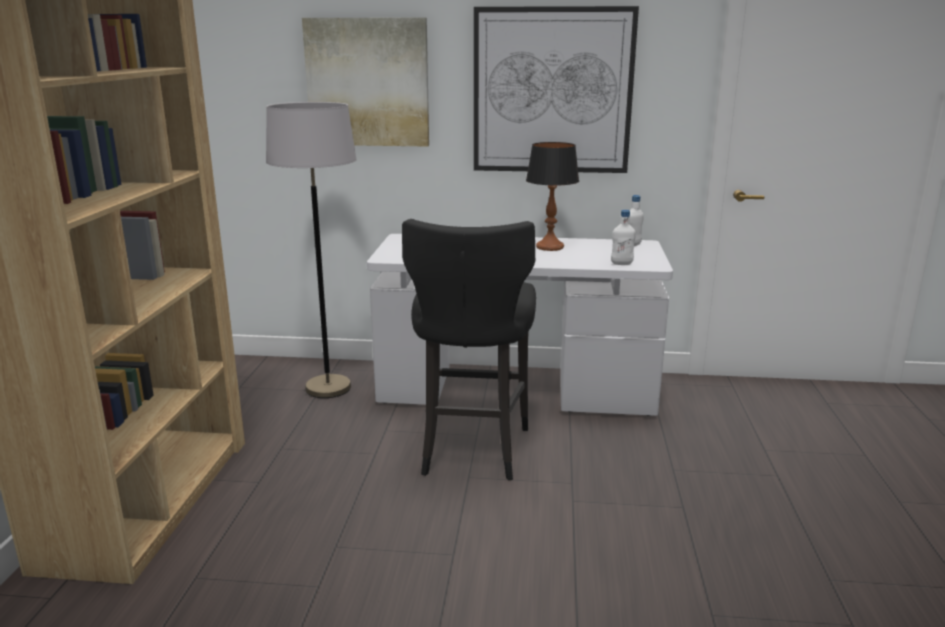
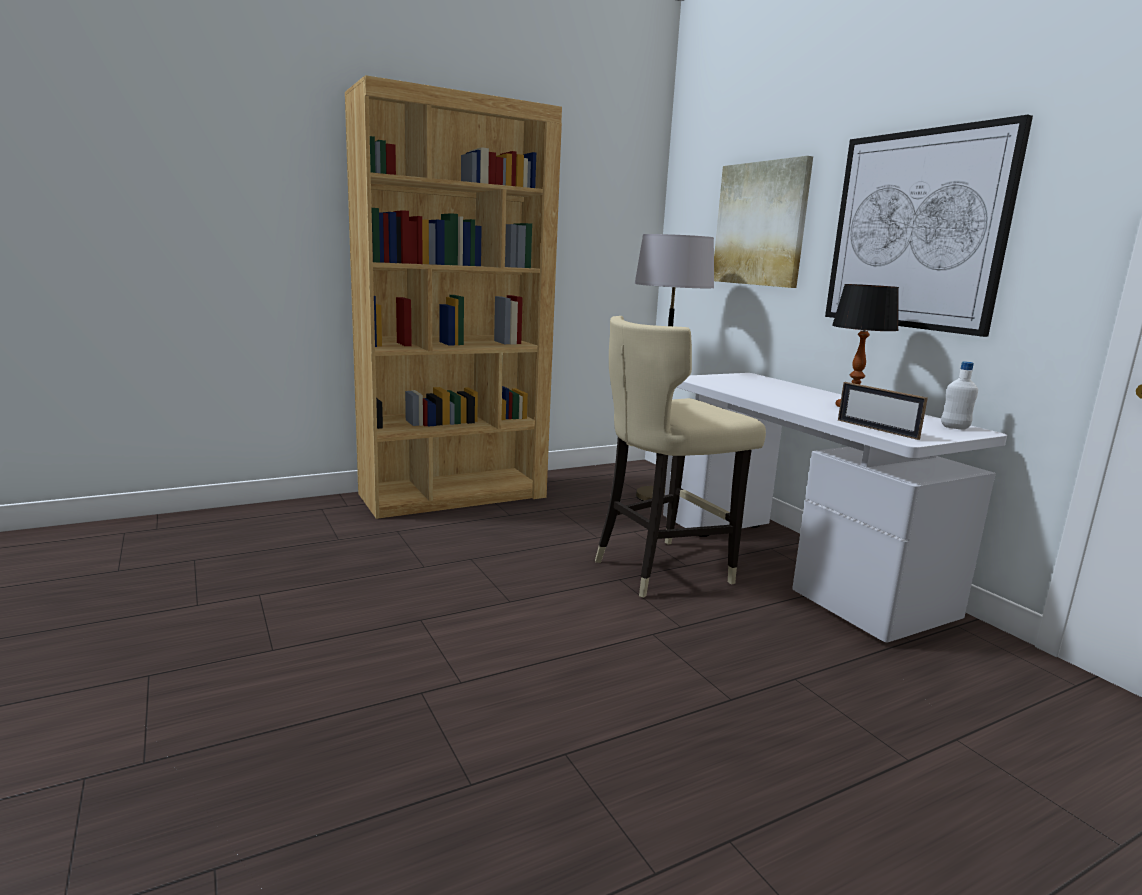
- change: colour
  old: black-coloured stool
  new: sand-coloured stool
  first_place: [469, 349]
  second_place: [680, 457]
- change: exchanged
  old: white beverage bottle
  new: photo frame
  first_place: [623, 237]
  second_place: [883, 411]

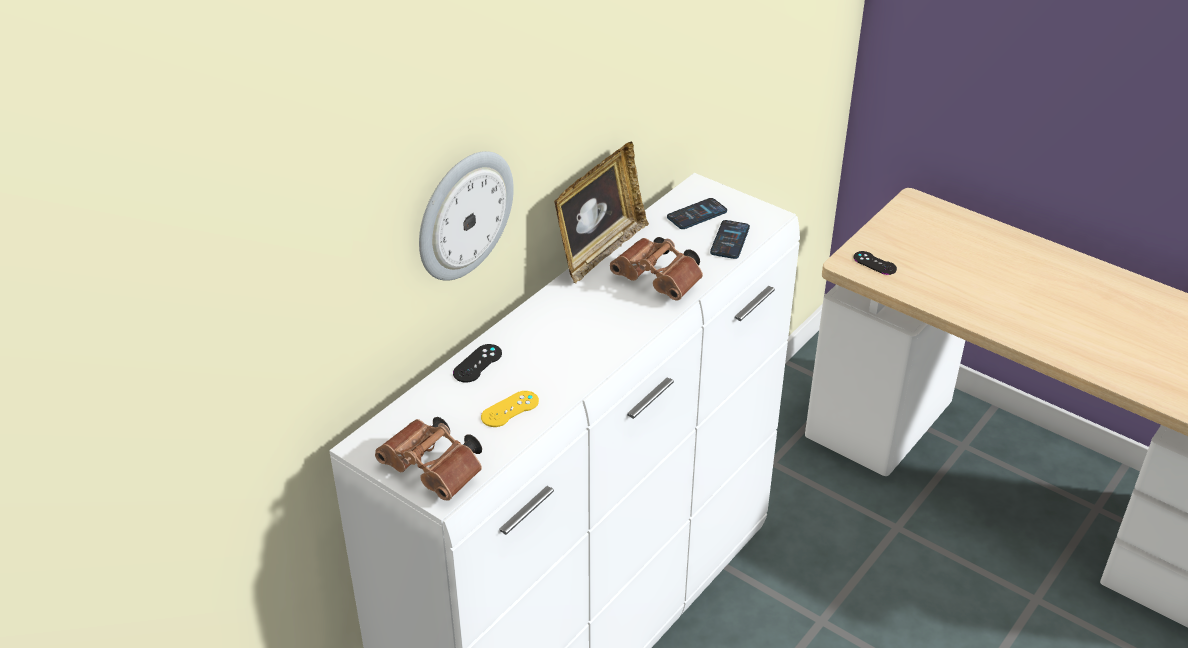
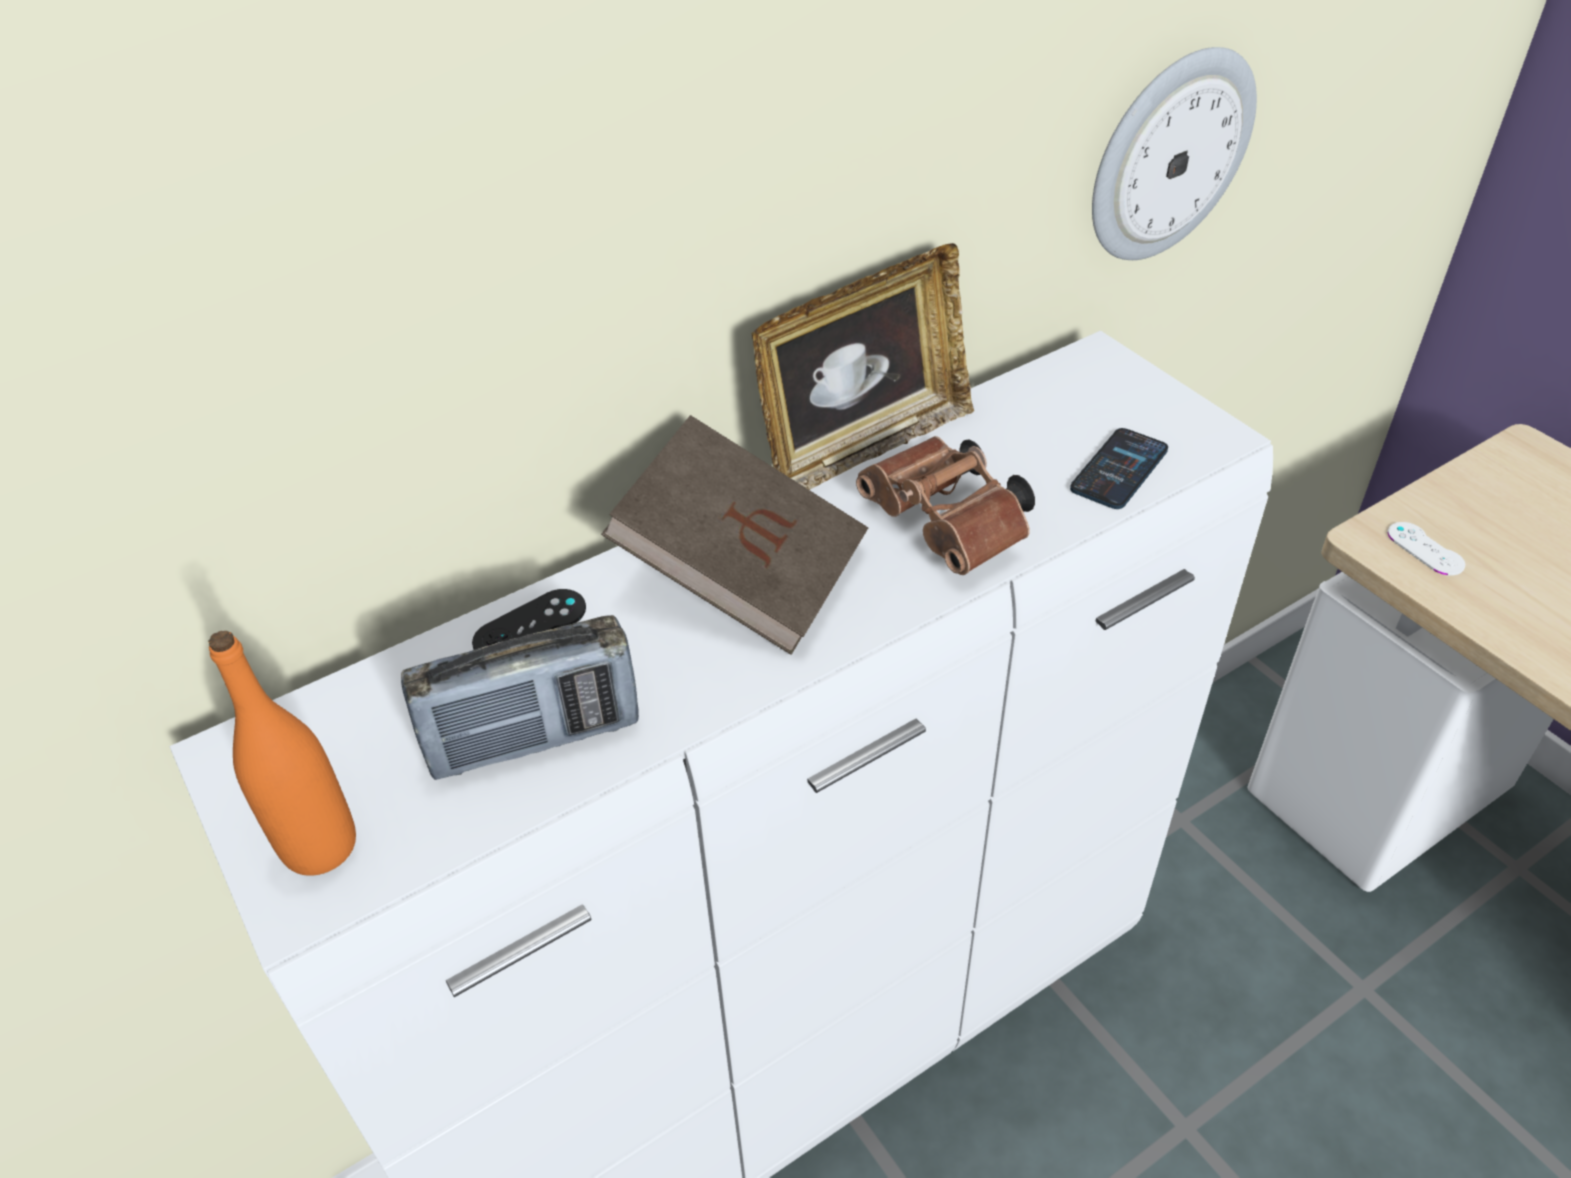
- change: exchanged
  old: brown binoculars
  new: orangey beverage bottle
  first_place: [428, 458]
  second_place: [282, 753]
- change: relocated
  old: wall clock
  first_place: [466, 216]
  second_place: [1174, 153]
- change: exchanged
  old: yellow-coloured joypad
  new: radio receiver
  first_place: [510, 409]
  second_place: [520, 697]
- change: missing
  old: phone
  first_place: [697, 213]
- change: colour
  old: black-coloured joypad
  new: white joypad
  first_place: [875, 263]
  second_place: [1426, 549]
- change: appeared
  new: brown book
  second_place: [734, 535]

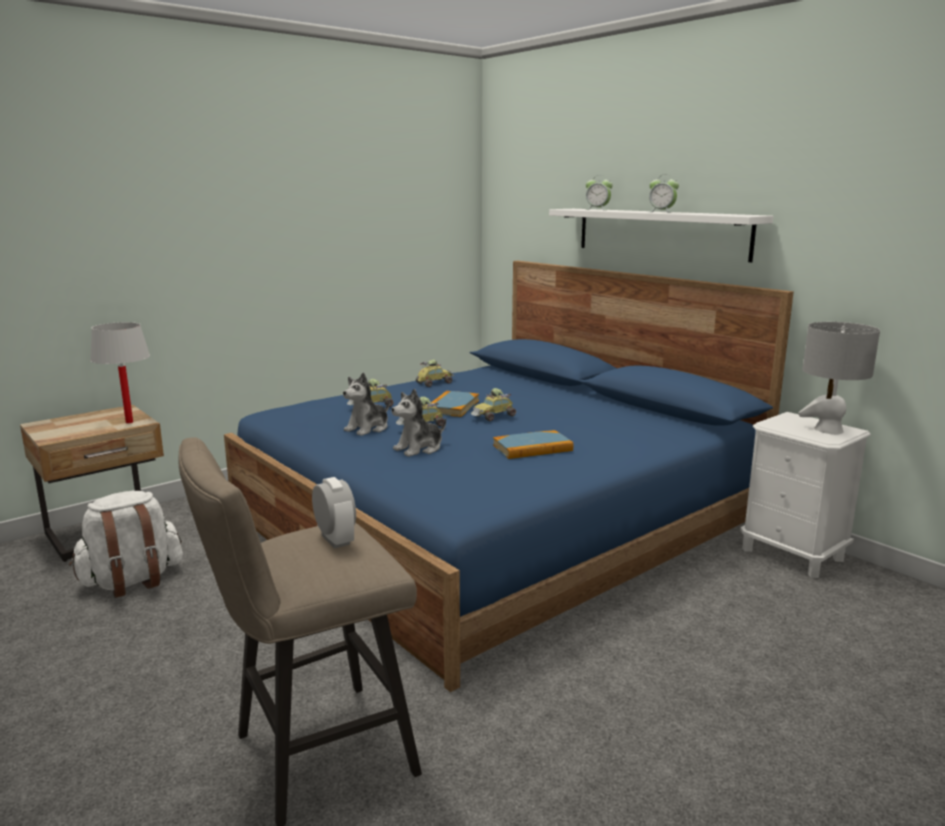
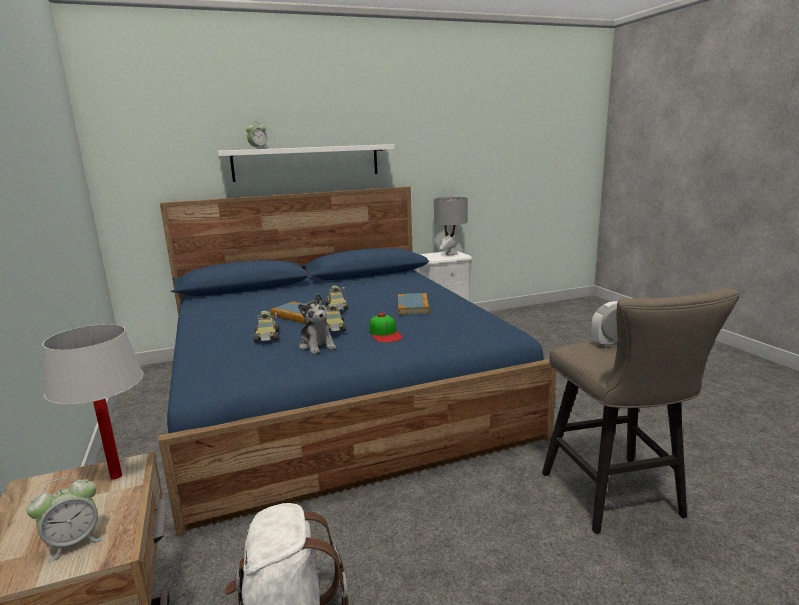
- change: exchanged
  old: soft toy
  new: cap
  first_place: [419, 423]
  second_place: [386, 328]
- change: missing
  old: miniature car
  first_place: [435, 373]
- change: relocated
  old: table clock
  first_place: [664, 193]
  second_place: [65, 520]

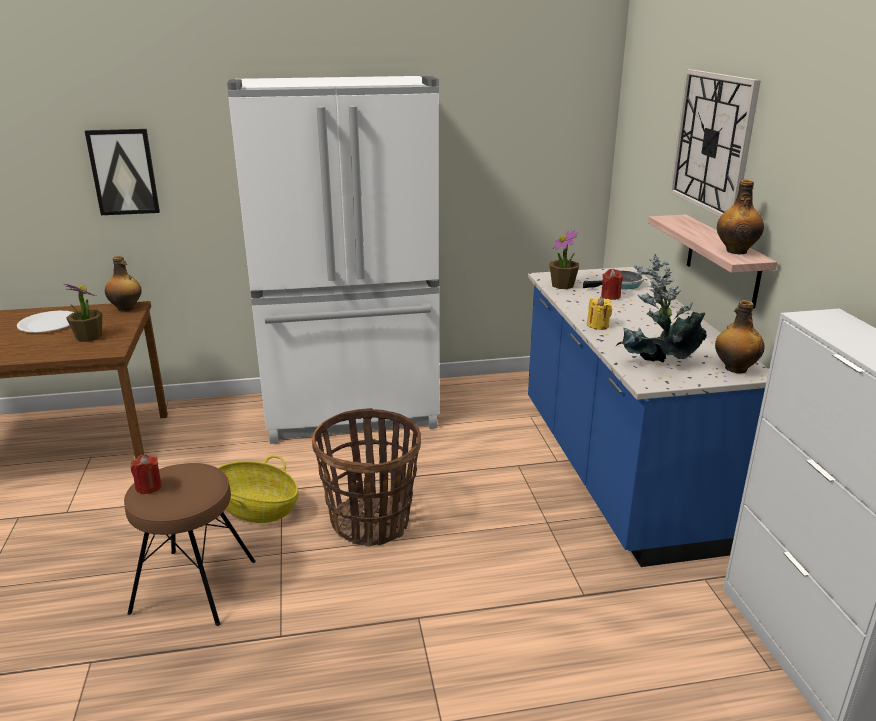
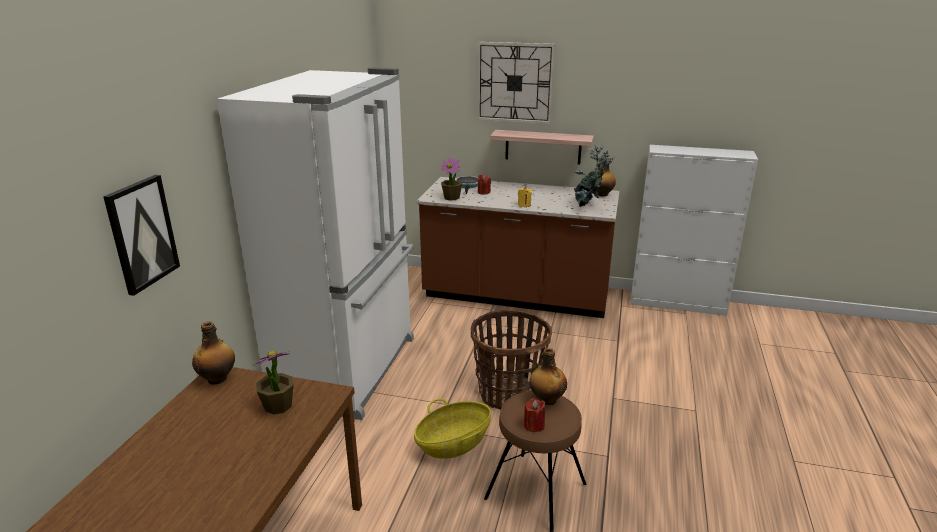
- change: missing
  old: white flat dish
  first_place: [45, 322]
- change: colour
  old: bluish kitchen base unit
  new: brown kitchen base unit
  first_place: [648, 417]
  second_place: [518, 247]
- change: relocated
  old: beverage bottle
  first_place: [740, 217]
  second_place: [548, 376]

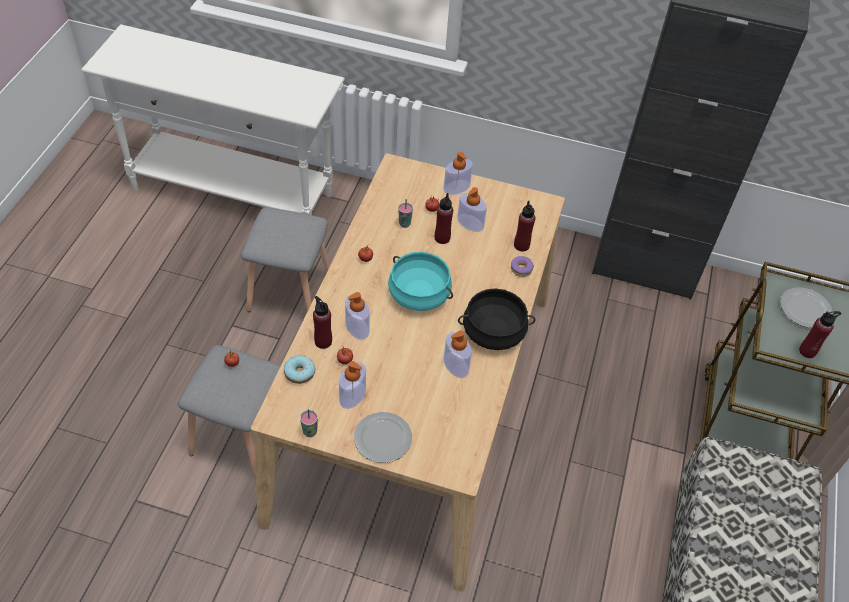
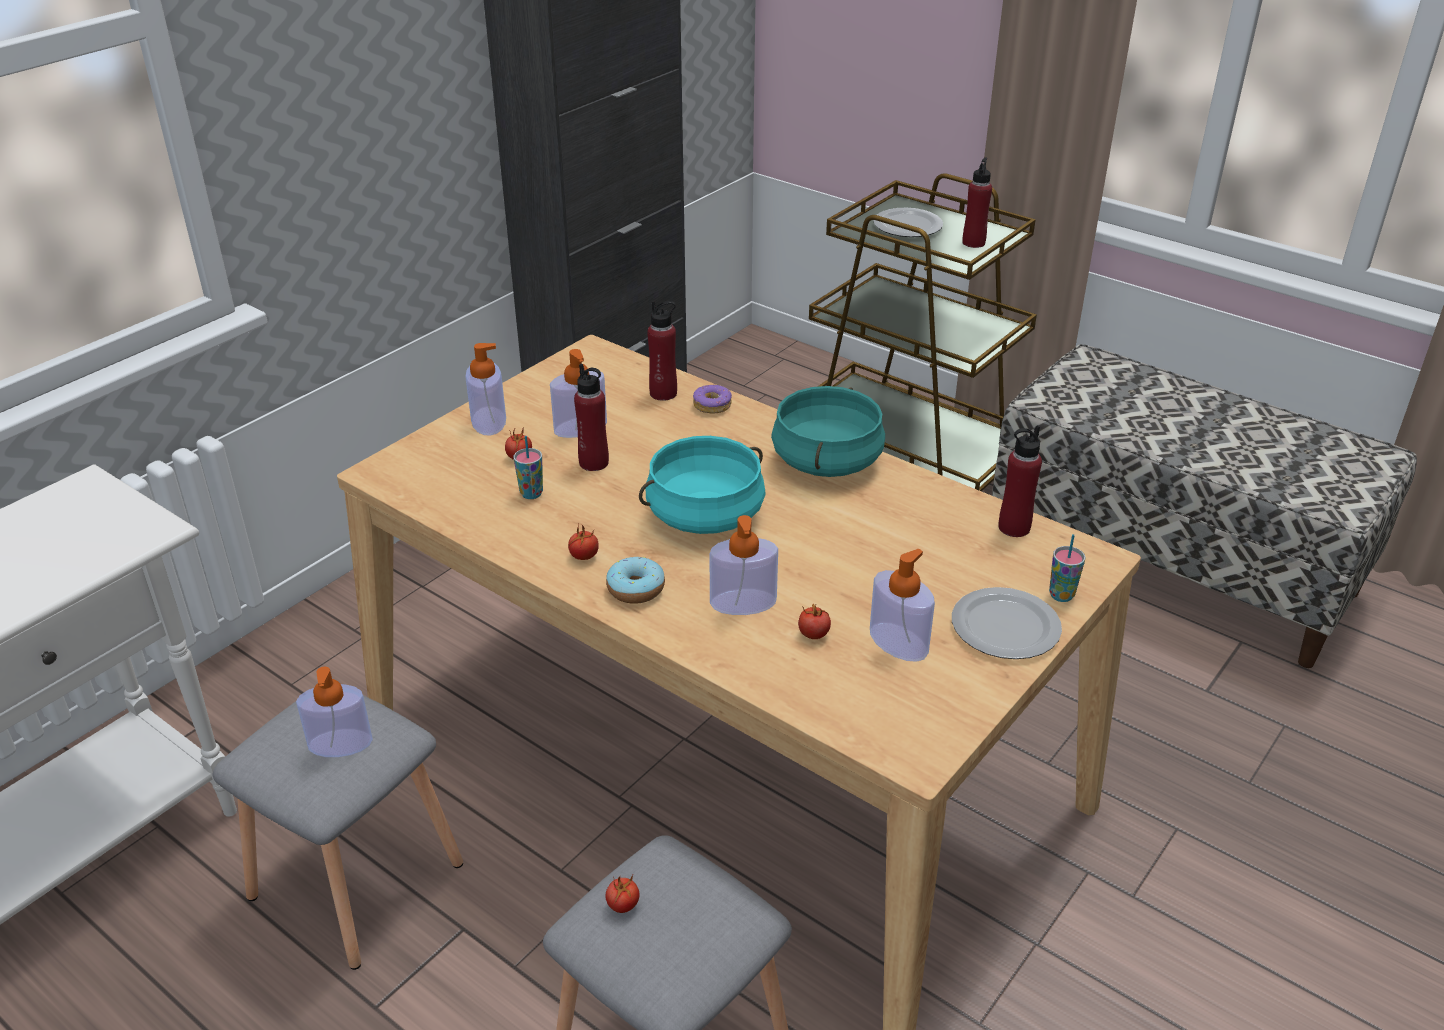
- change: relocated
  old: donut
  first_place: [299, 369]
  second_place: [635, 580]
- change: relocated
  old: drinking cup
  first_place: [309, 423]
  second_place: [1067, 568]
- change: relocated
  old: red-coloured beverage bottle
  first_place: [322, 322]
  second_place: [1020, 481]
- change: relocated
  old: soap bottle
  first_place: [458, 354]
  second_place: [334, 712]
- change: colour
  old: black-coloured stockpot
  new: turquoise stockpot
  first_place: [497, 319]
  second_place: [828, 431]

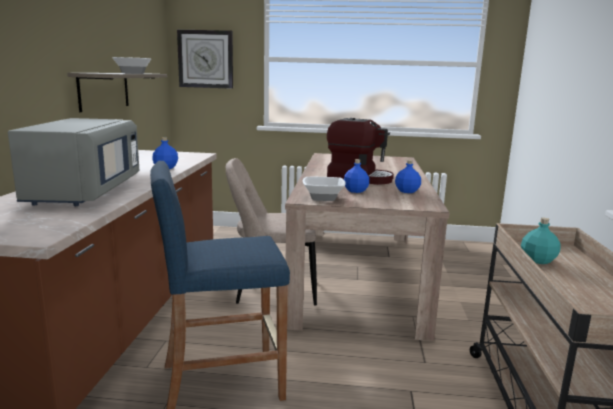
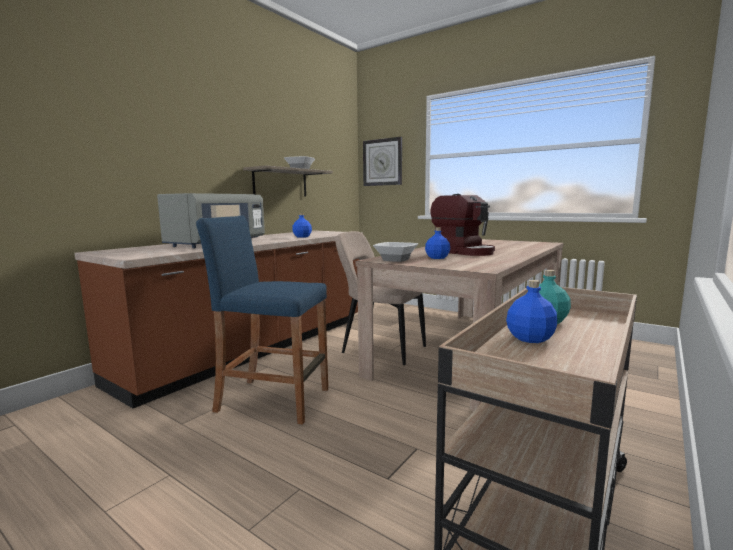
- change: relocated
  old: bluish beverage bottle
  first_place: [408, 176]
  second_place: [531, 311]

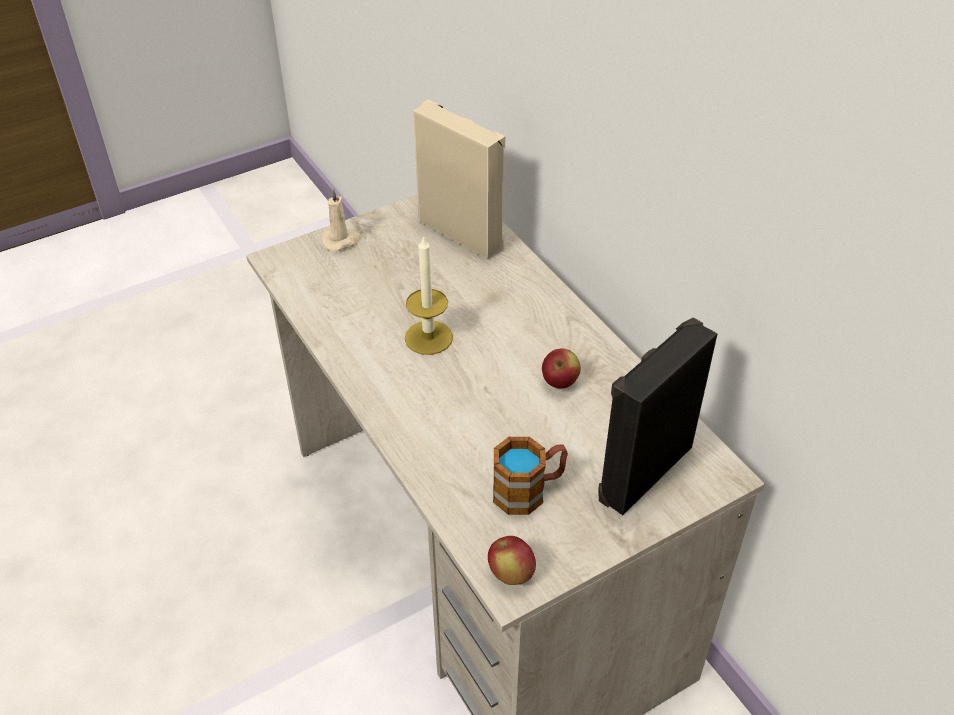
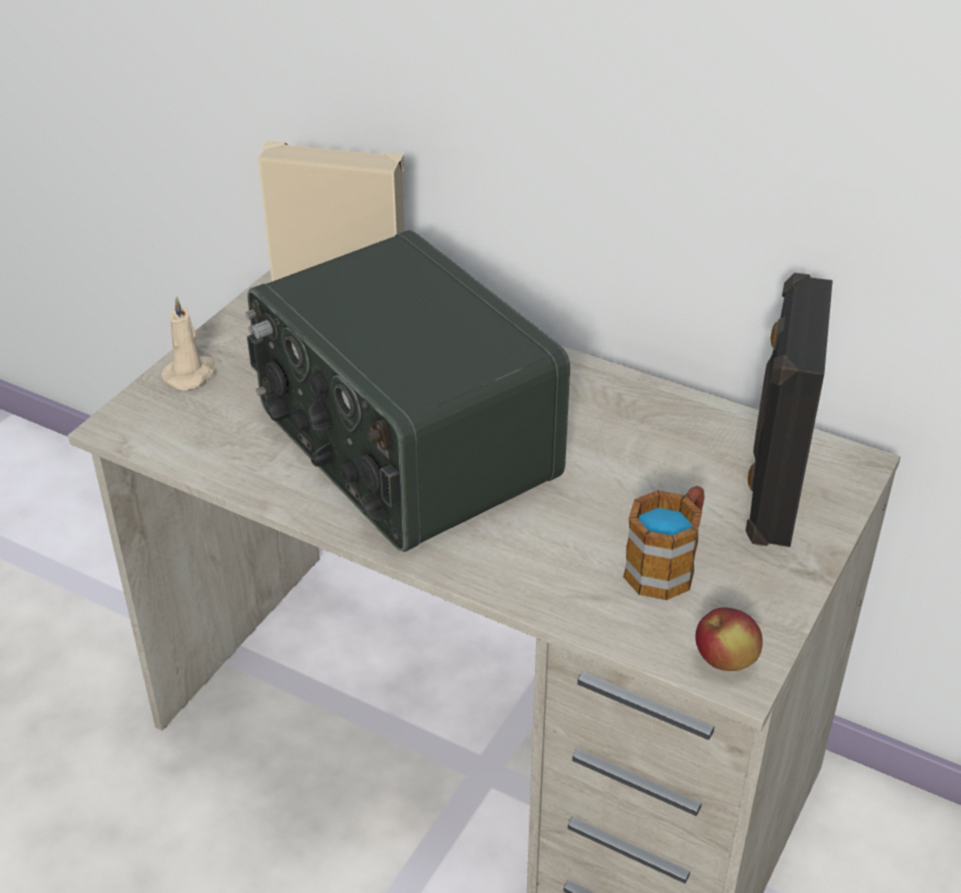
- change: exchanged
  old: candle
  new: radio receiver
  first_place: [429, 295]
  second_place: [408, 391]
- change: missing
  old: apple fruit
  first_place: [561, 368]

